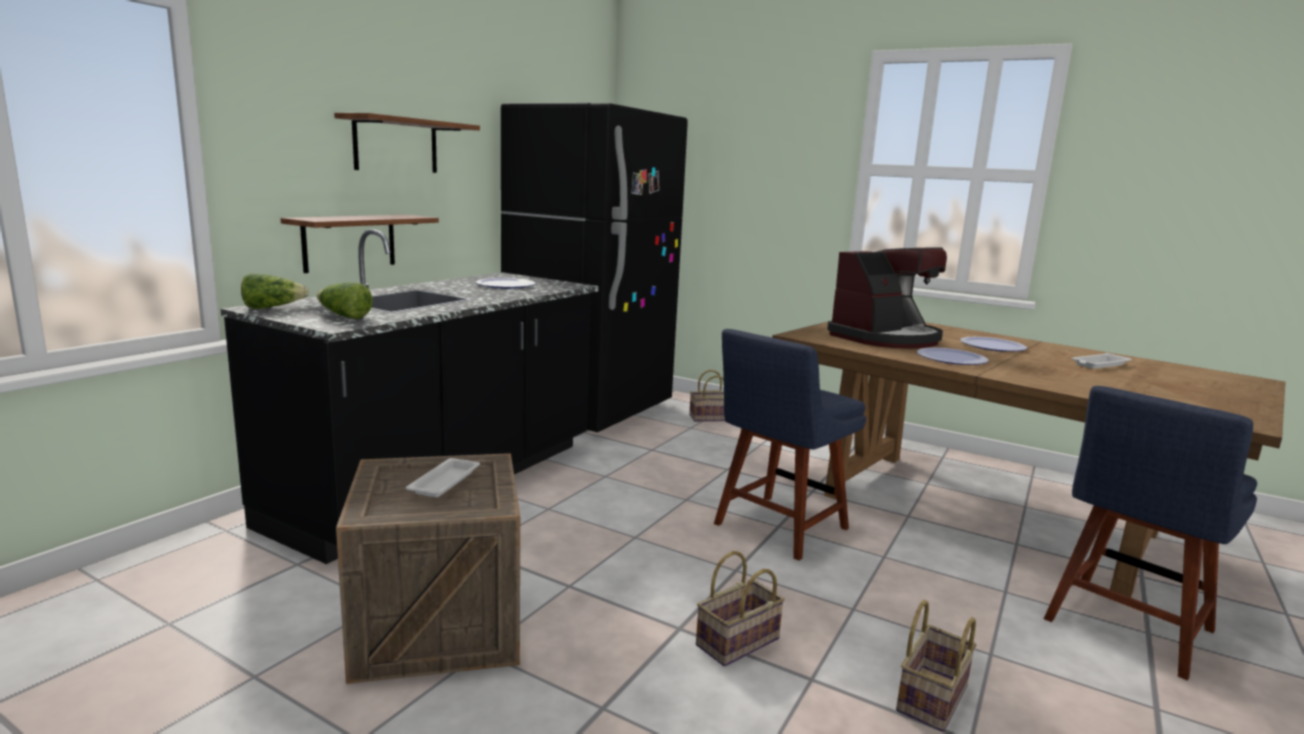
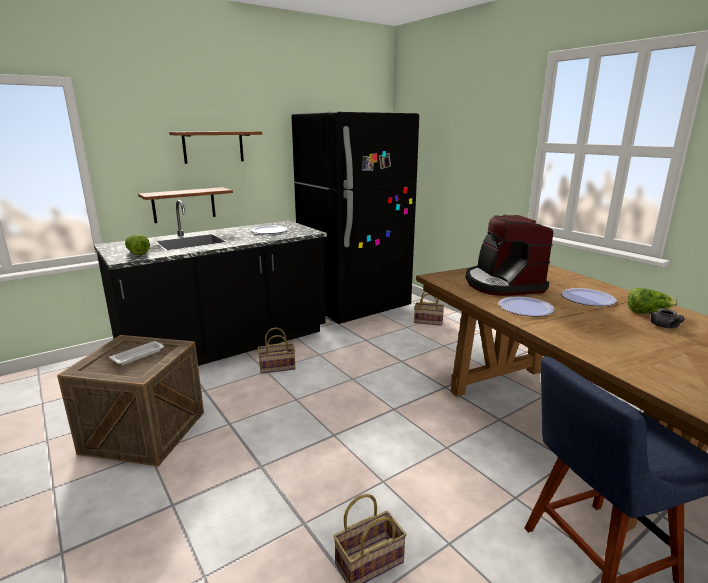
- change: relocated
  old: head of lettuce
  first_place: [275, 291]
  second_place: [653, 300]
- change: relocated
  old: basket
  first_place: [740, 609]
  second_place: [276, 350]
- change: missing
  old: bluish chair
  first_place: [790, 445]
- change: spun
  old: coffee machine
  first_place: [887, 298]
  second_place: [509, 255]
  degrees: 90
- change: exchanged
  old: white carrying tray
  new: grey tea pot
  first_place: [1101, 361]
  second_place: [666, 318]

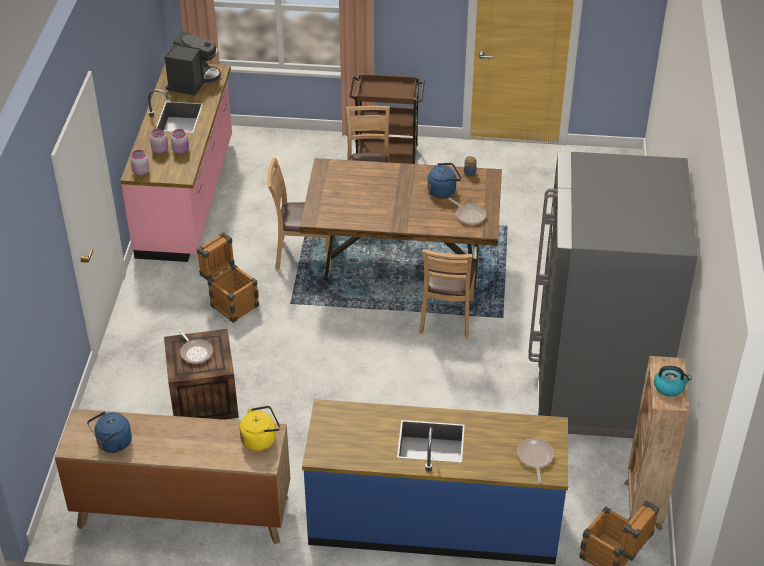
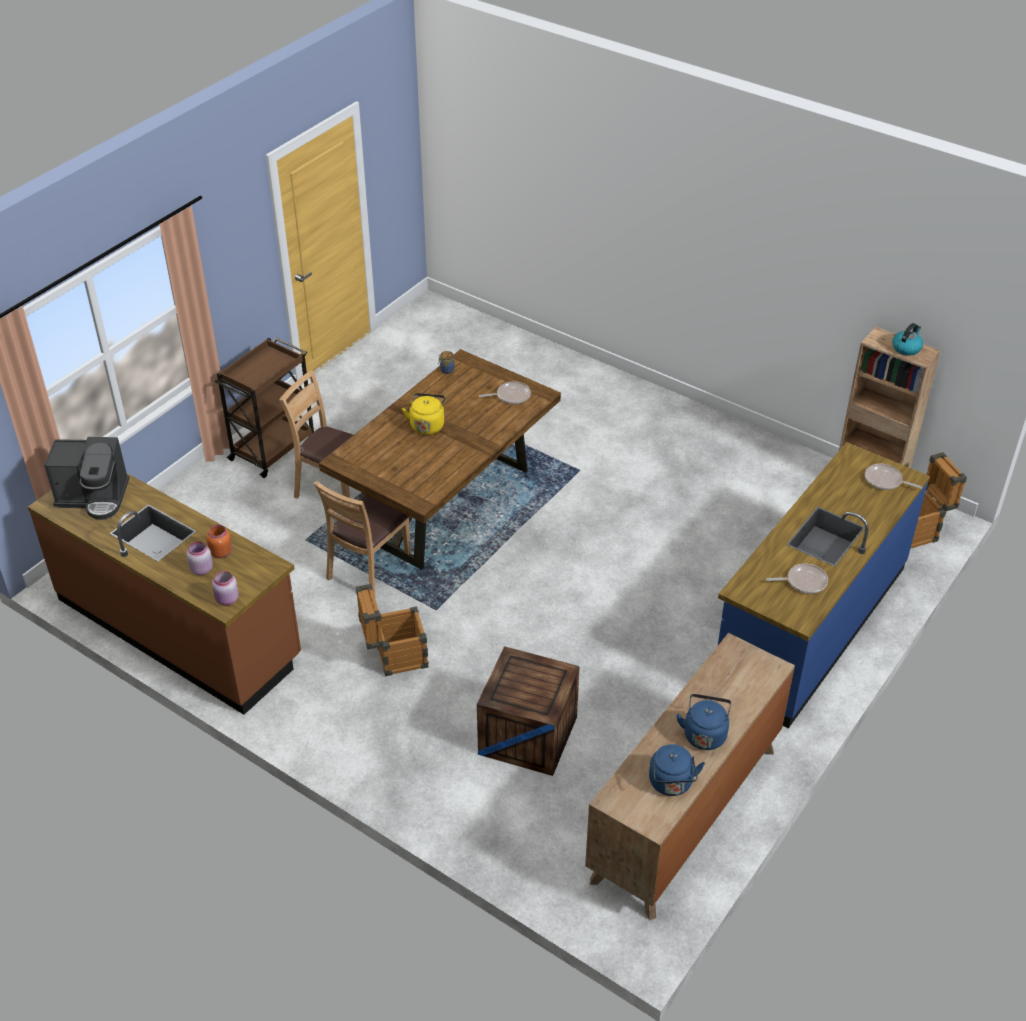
- change: colour
  old: pink kitchen base unit
  new: brown kitchen base unit
  first_place: [176, 163]
  second_place: [164, 594]
- change: spun
  old: coffee machine
  first_place: [193, 63]
  second_place: [86, 478]
  degrees: 135
- change: colour
  old: pink preserve jar
  new: orangey preserve jar
  first_place: [180, 142]
  second_place: [219, 541]
- change: relocated
  old: skillet
  first_place: [196, 347]
  second_place: [797, 579]
- change: relocated
  old: yellow-coloured tea kettle
  first_place: [259, 428]
  second_place: [423, 414]
- change: missing
  old: brown chair
  first_place: [448, 294]
- change: relocated
  old: bluish tea kettle
  first_place: [444, 180]
  second_place: [703, 722]
- change: missing
  old: grey kitchen fridge
  first_place: [613, 294]

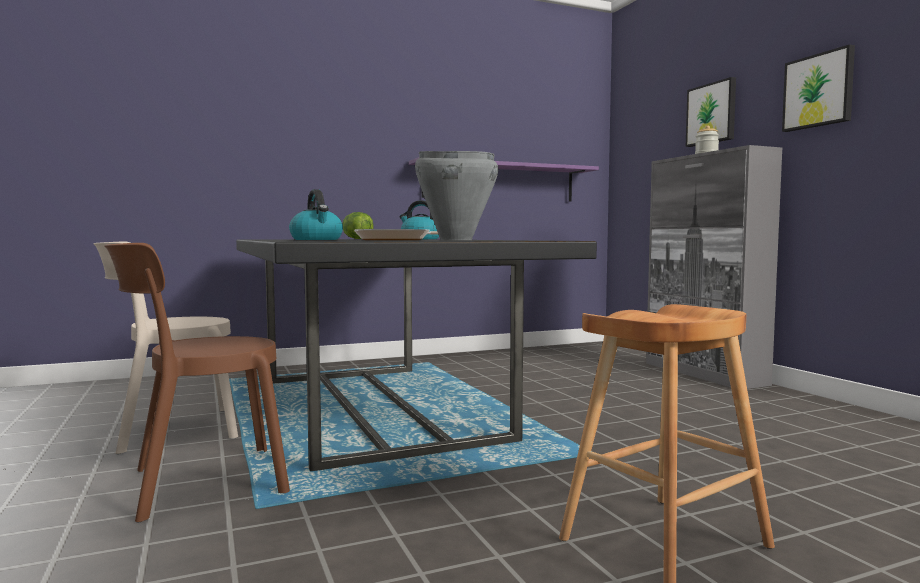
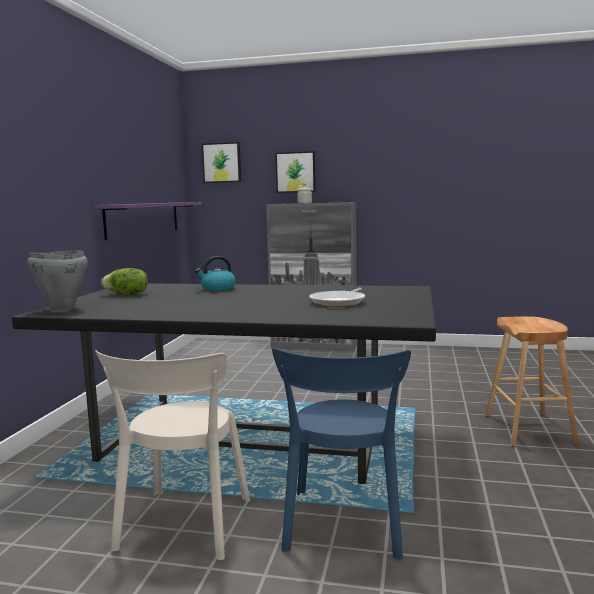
- change: colour
  old: brown chair
  new: bluish chair
  first_place: [197, 383]
  second_place: [341, 454]
- change: missing
  old: tea kettle
  first_place: [316, 214]
- change: relocated
  old: grey stockpot
  first_place: [456, 195]
  second_place: [57, 281]
- change: relocated
  old: picture
  first_place: [818, 88]
  second_place: [221, 162]

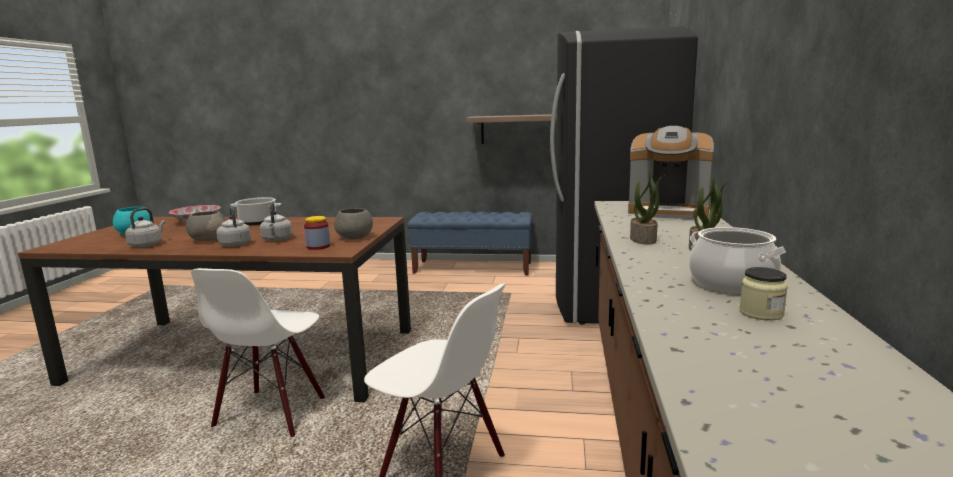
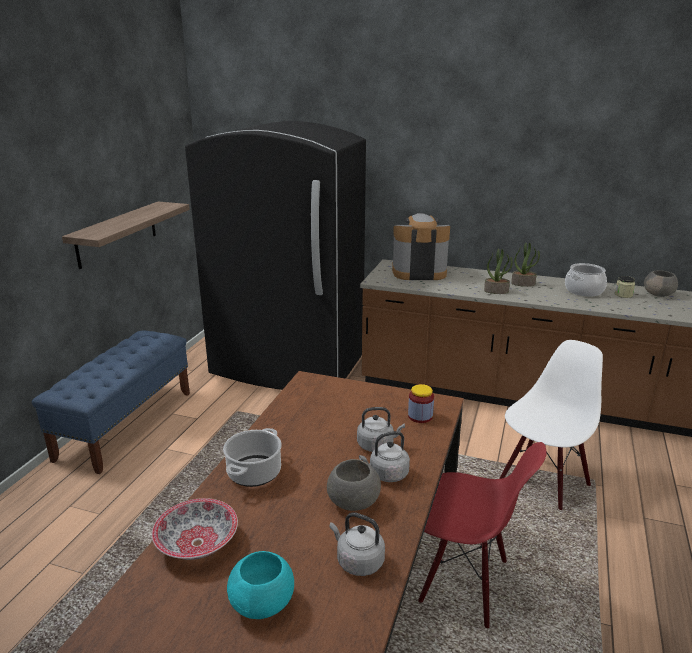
- change: colour
  old: white chair
  new: red-coloured chair
  first_place: [258, 352]
  second_place: [482, 535]
- change: relocated
  old: grey deep dish
  first_place: [353, 223]
  second_place: [661, 283]
- change: spun
  old: coffee machine
  first_place: [671, 172]
  second_place: [421, 246]
  degrees: -120

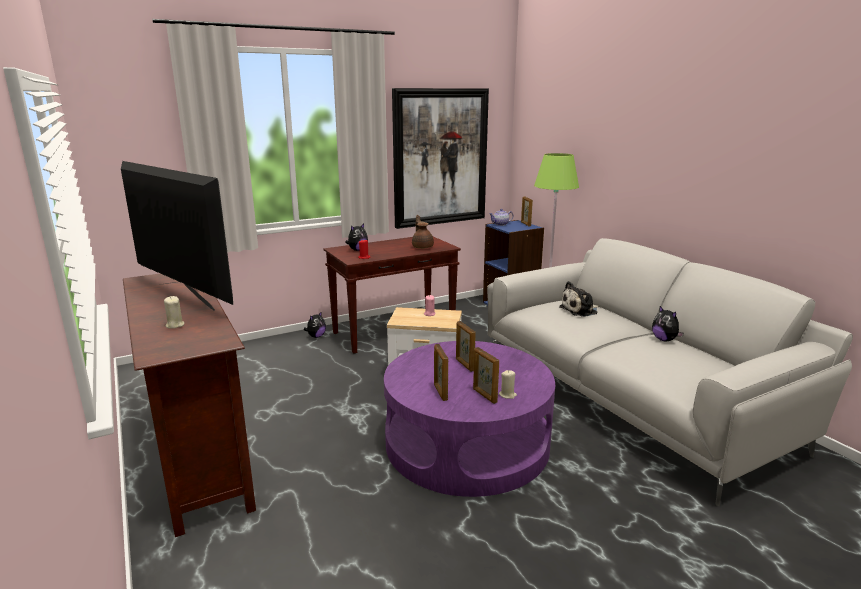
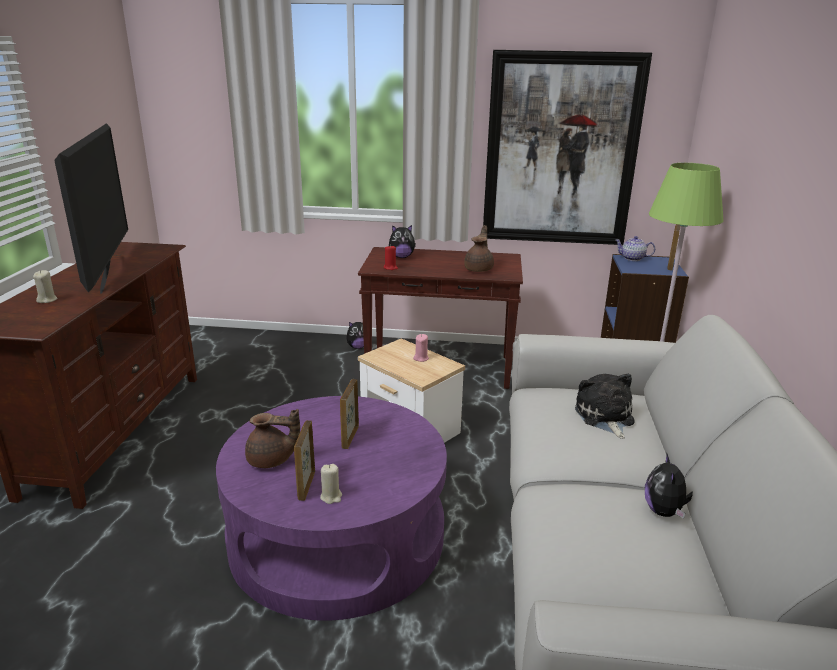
- change: exchanged
  old: photo frame
  new: brown tea pot
  first_place: [441, 372]
  second_place: [272, 438]
- change: spun
  old: soft toy
  first_place: [579, 299]
  second_place: [605, 406]
  degrees: 75

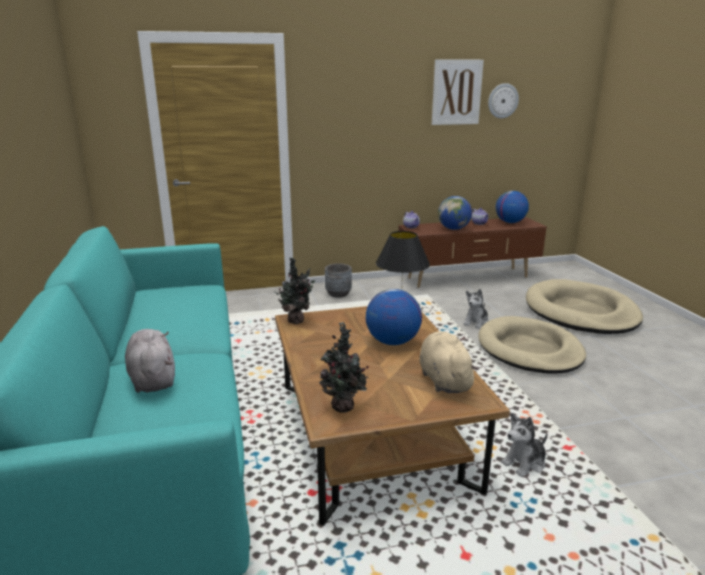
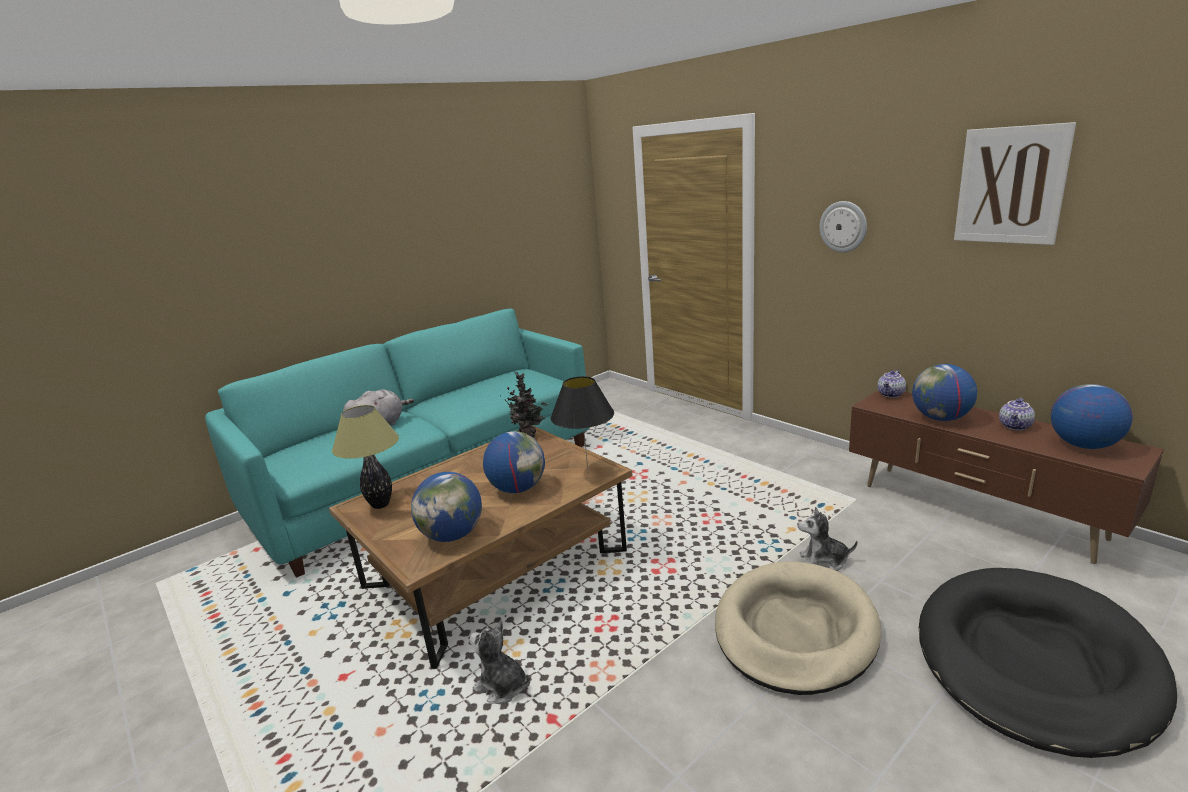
- change: exchanged
  old: houseplant
  new: lamp for a table
  first_place: [344, 367]
  second_place: [365, 457]
- change: missing
  old: grey flower pot
  first_place: [338, 280]
- change: exchanged
  old: sand-coloured soft toy
  new: world globe
  first_place: [449, 362]
  second_place: [446, 507]
- change: relocated
  old: wall clock
  first_place: [503, 100]
  second_place: [843, 227]
- change: colour
  old: sand-coloured pet bed
  new: black-coloured pet bed
  first_place: [584, 306]
  second_place: [1048, 663]

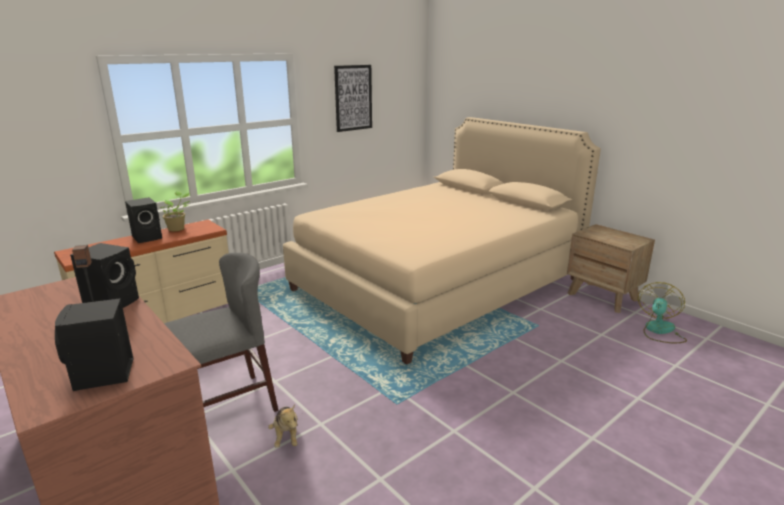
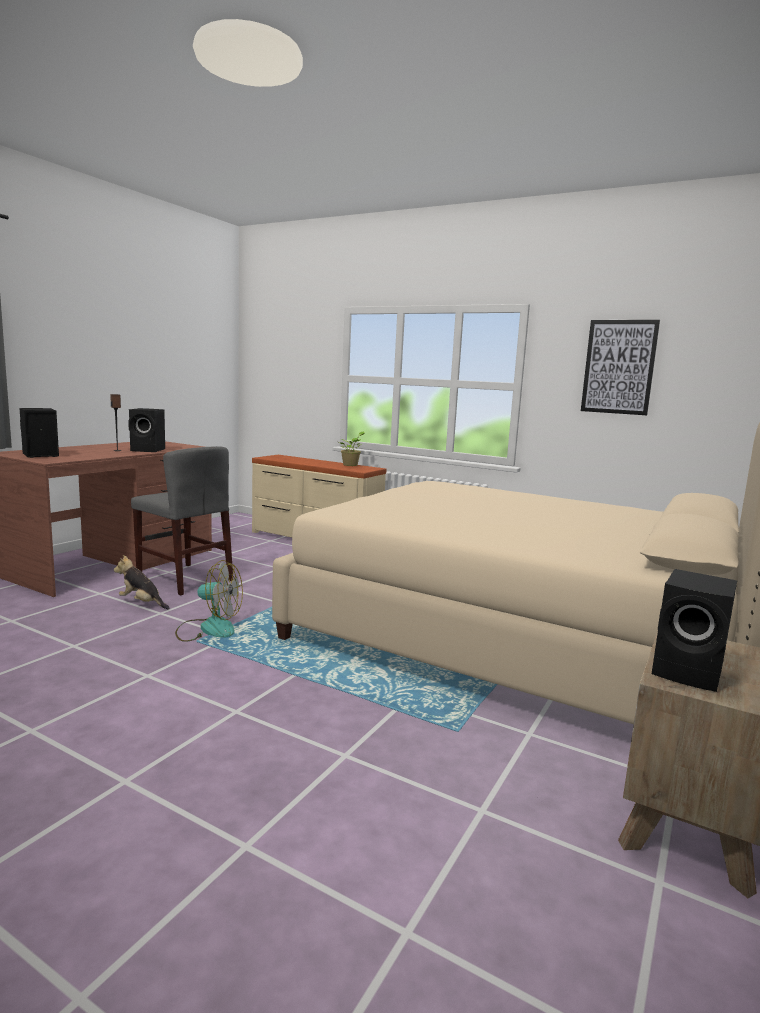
- change: relocated
  old: black-coloured speaker
  first_place: [143, 220]
  second_place: [694, 630]
- change: spun
  old: soft toy
  first_place: [283, 426]
  second_place: [141, 582]
  degrees: 60
- change: relocated
  old: electric fan
  first_place: [662, 312]
  second_place: [209, 601]

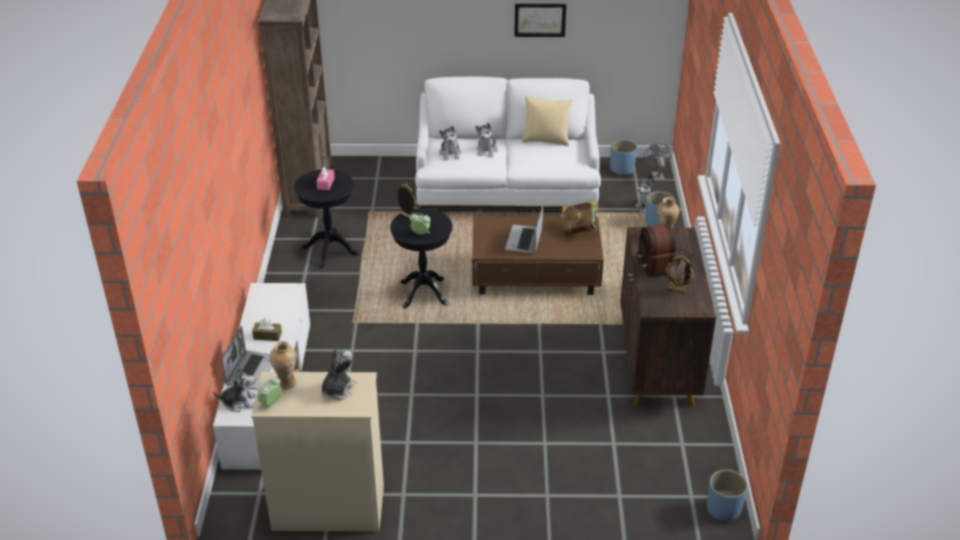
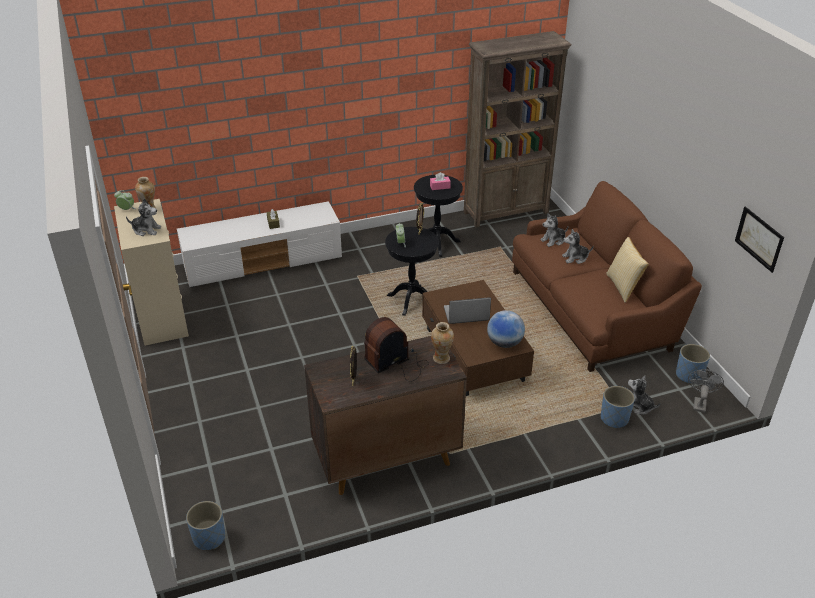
- change: missing
  old: soft toy
  first_place: [234, 389]
- change: missing
  old: laptop
  first_place: [246, 358]
- change: colour
  old: white sofa
  new: brown sofa
  first_place: [508, 143]
  second_place: [607, 276]
- change: relocated
  old: picture
  first_place: [540, 20]
  second_place: [759, 240]
- change: exchanged
  old: book
  new: world globe
  first_place: [580, 217]
  second_place: [506, 329]
- change: spun
  old: grey electric fan
  first_place: [658, 162]
  second_place: [706, 391]
  degrees: -45

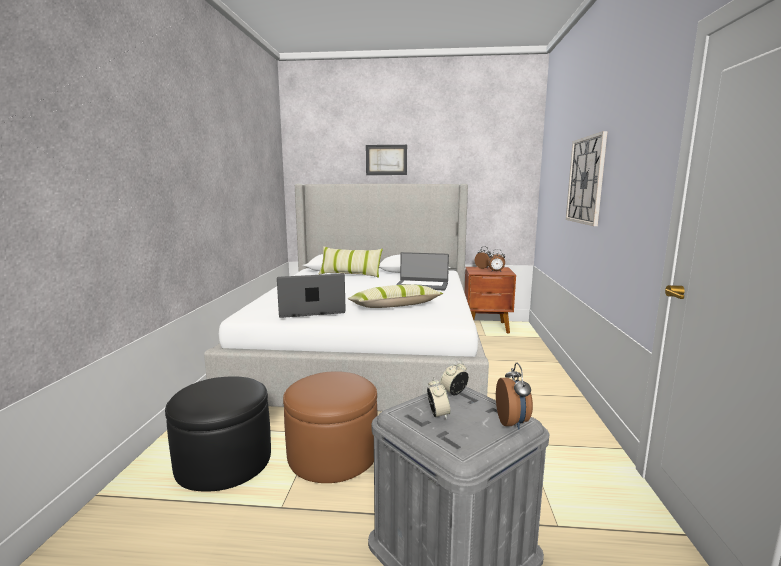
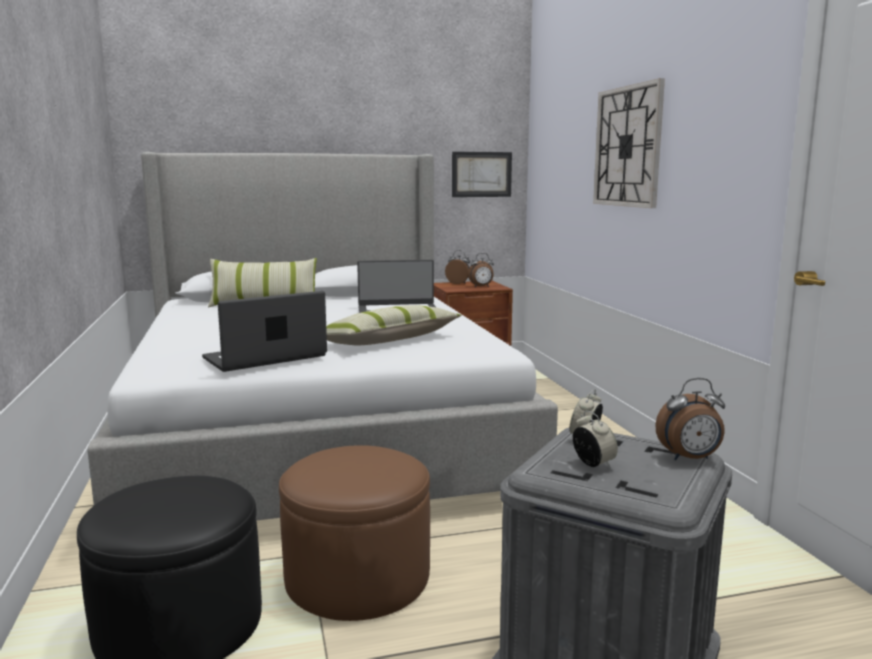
- change: relocated
  old: picture
  first_place: [386, 160]
  second_place: [482, 174]
- change: spun
  old: table clock
  first_place: [514, 396]
  second_place: [690, 419]
  degrees: 105

